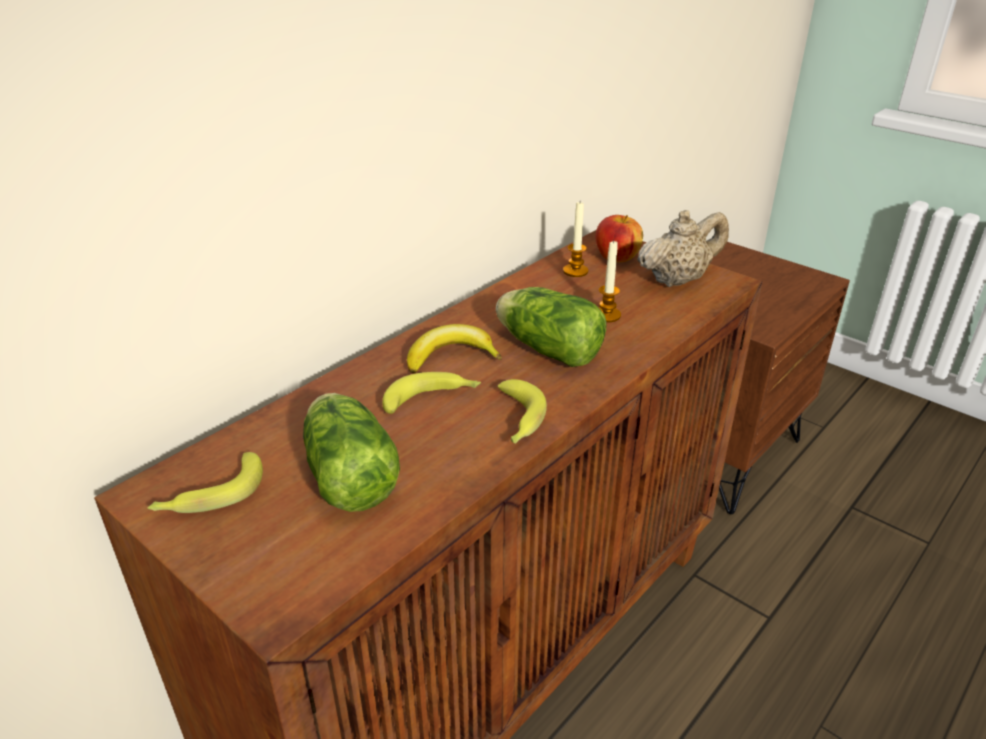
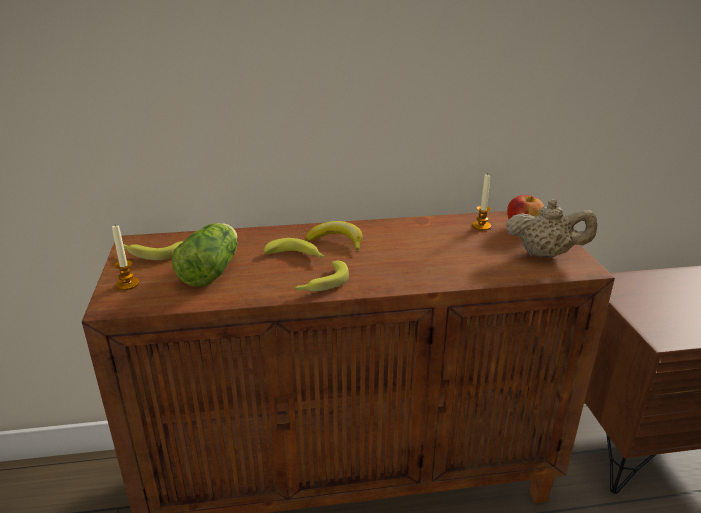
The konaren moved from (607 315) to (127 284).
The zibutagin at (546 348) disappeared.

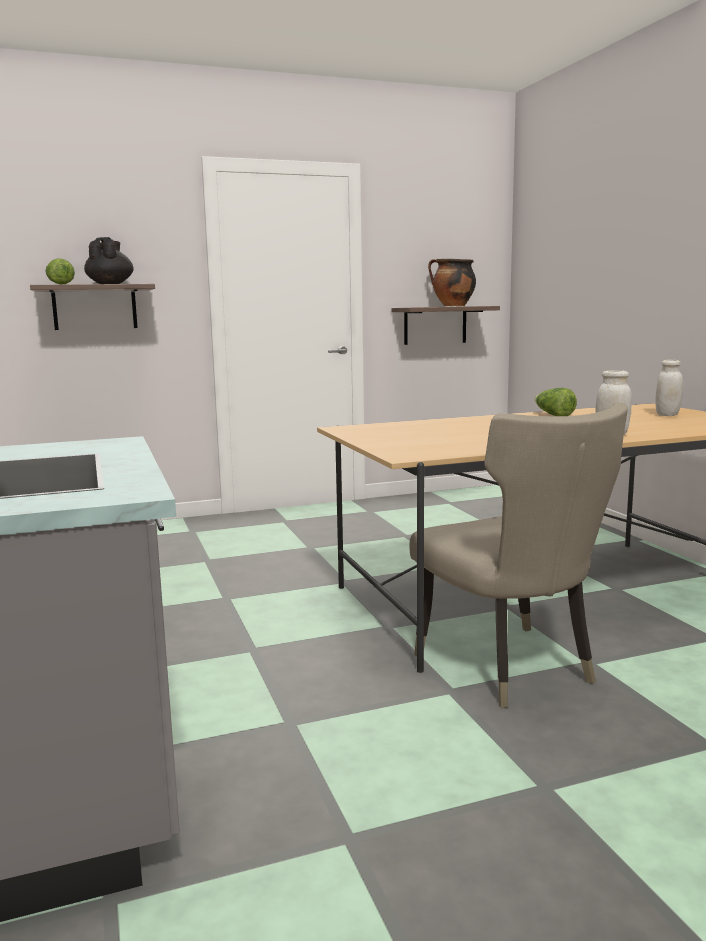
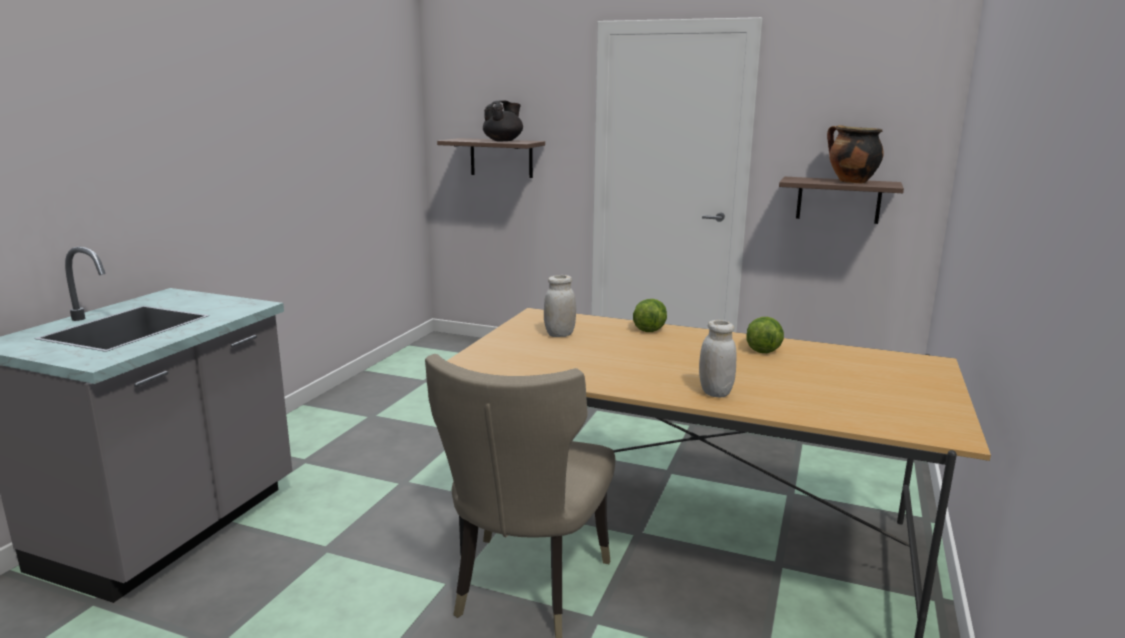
The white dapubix moved from (667 415) to (559 334).
The zibutagin moved from (60 284) to (649 327).

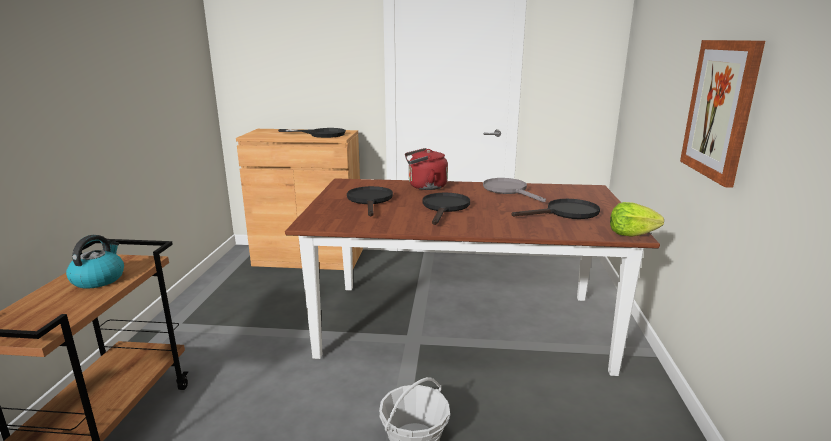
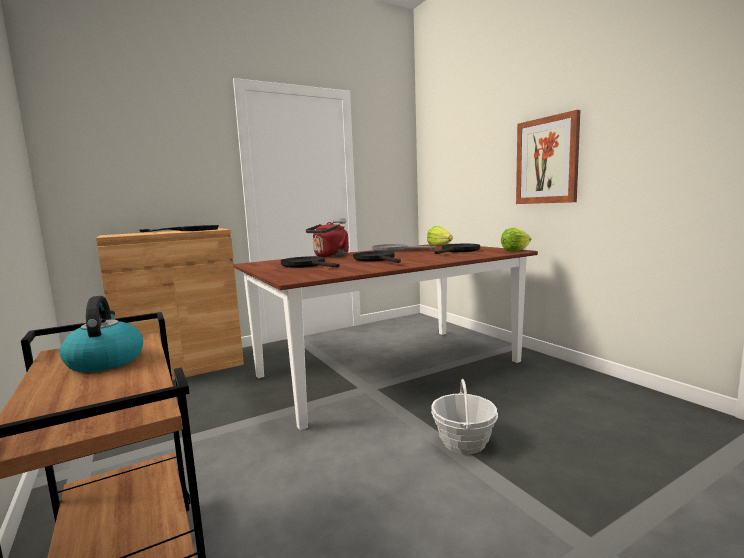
The zibutagin at (439 246) appeared.

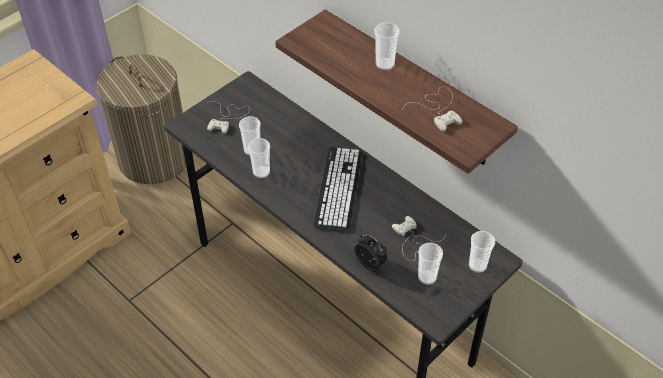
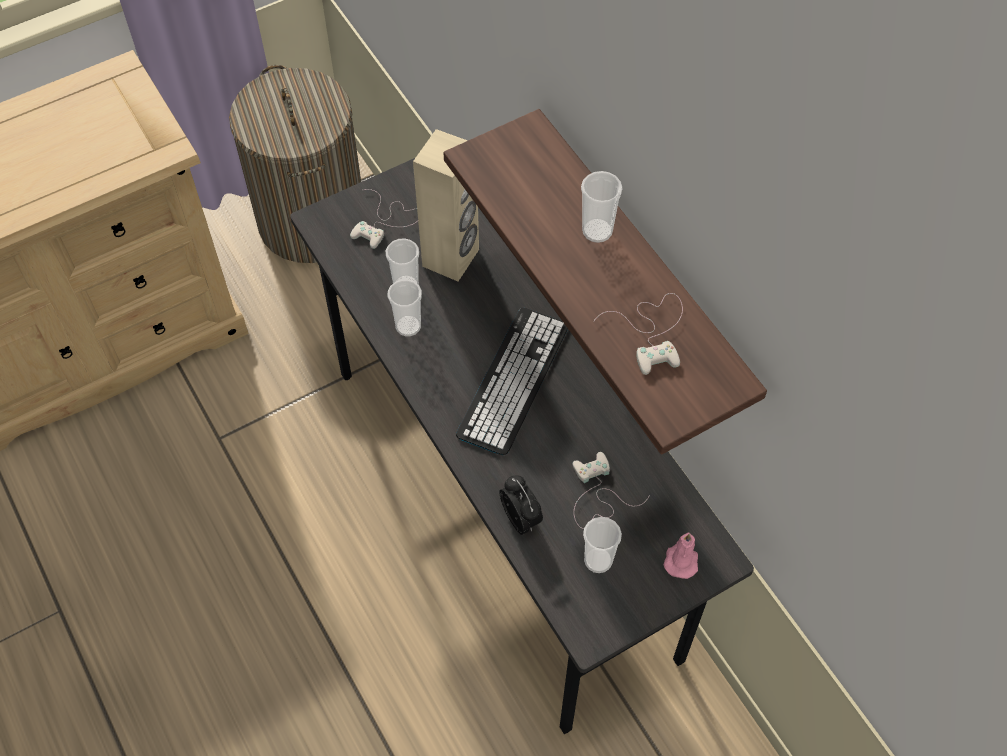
The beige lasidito at (451 258) appeared.
The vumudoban at (477 265) was replaced by the pink konaren at (681 559).

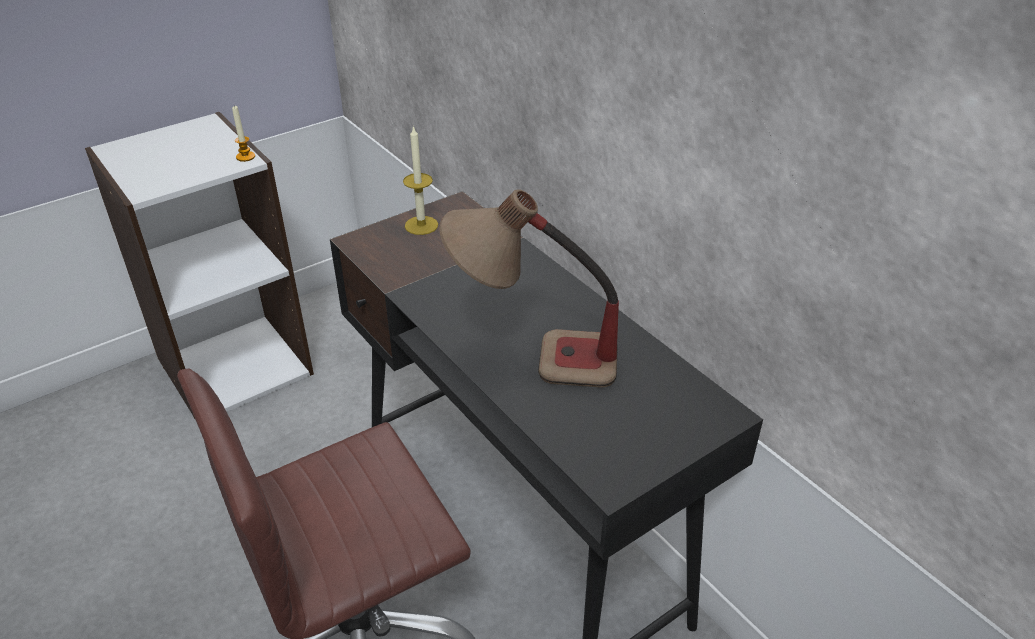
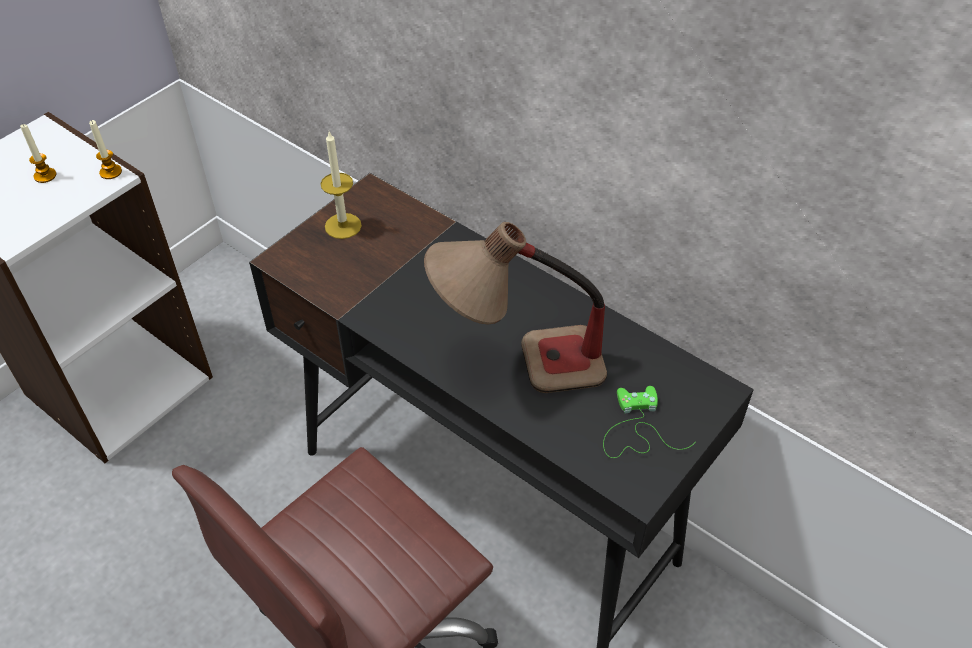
The konaren at (45 175) appeared.
The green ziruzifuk at (636 429) appeared.

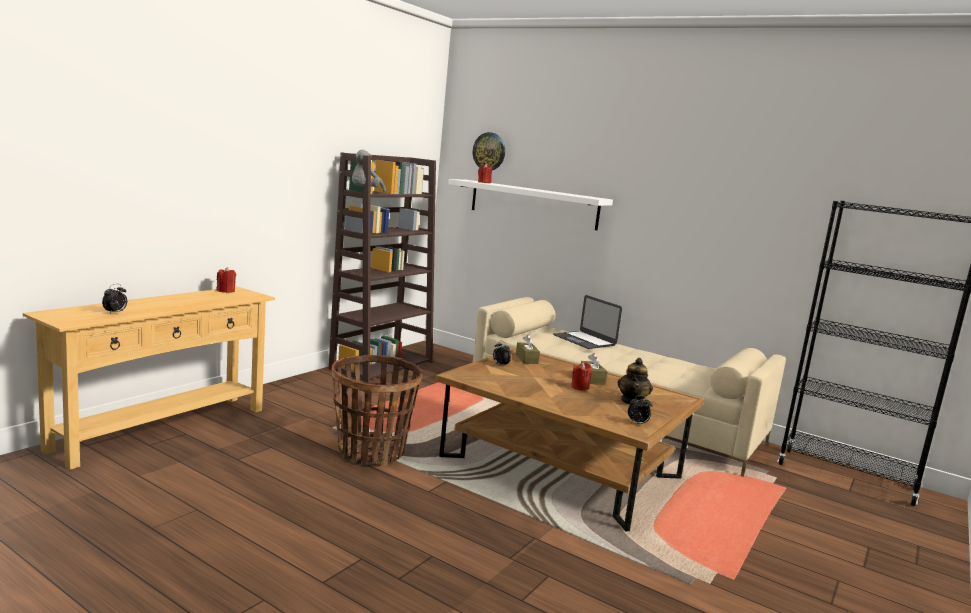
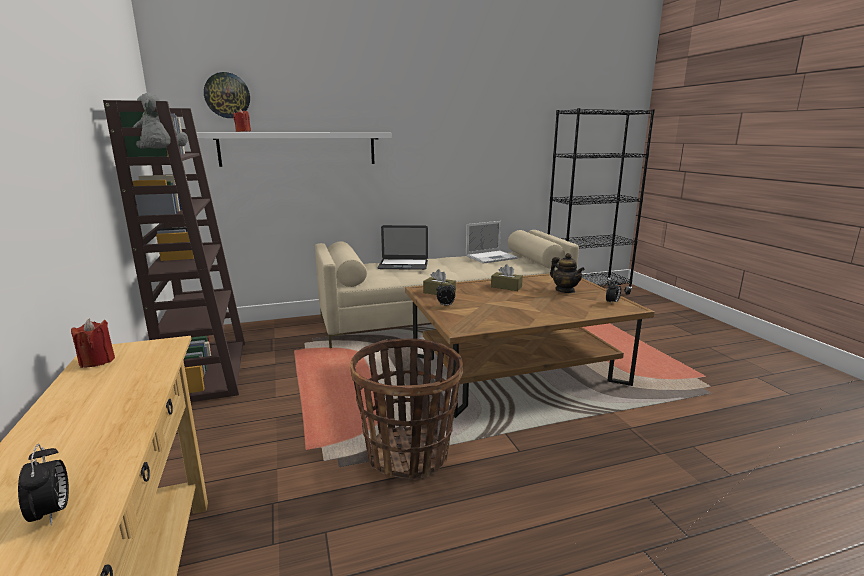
The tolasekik at (492 257) appeared.
The red konaren at (580 387) disappeared.

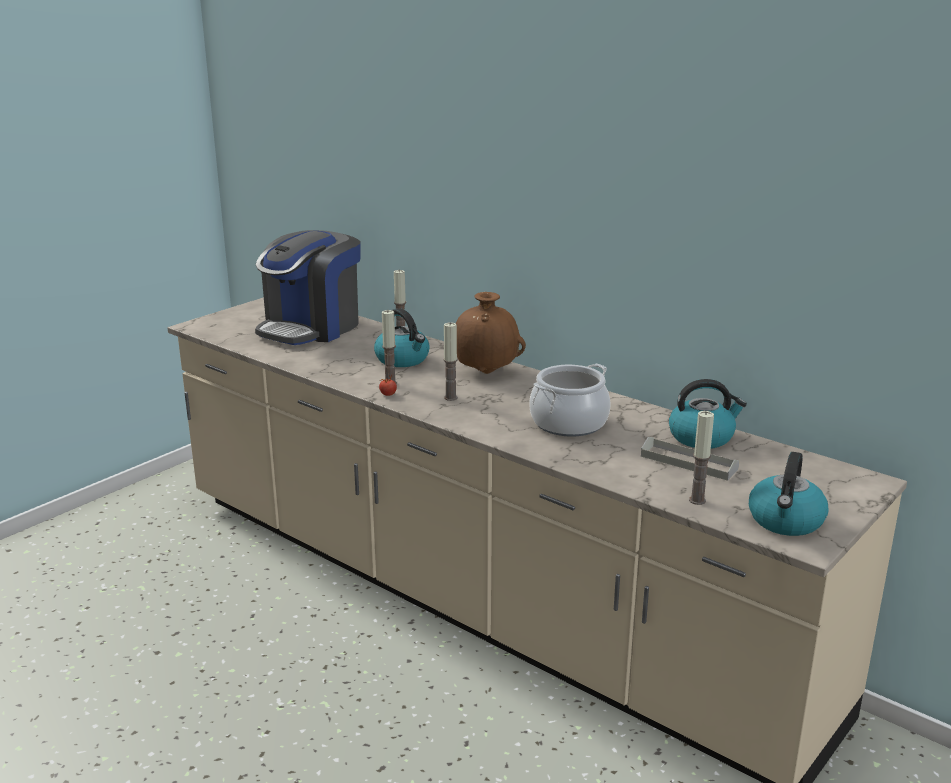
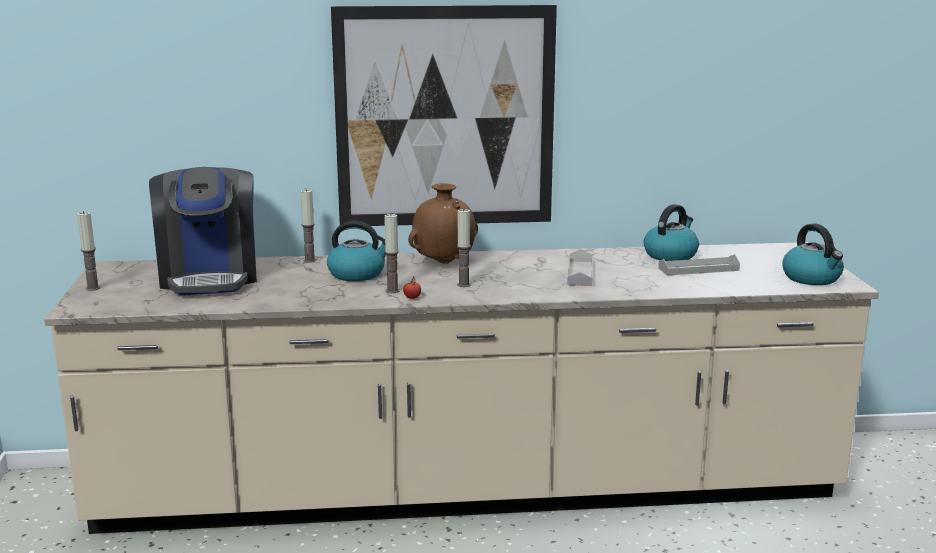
The konaren moved from (697 500) to (93 288).
The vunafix at (445 118) appeared.
The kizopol at (568 423) was replaced by the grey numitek at (580 273).

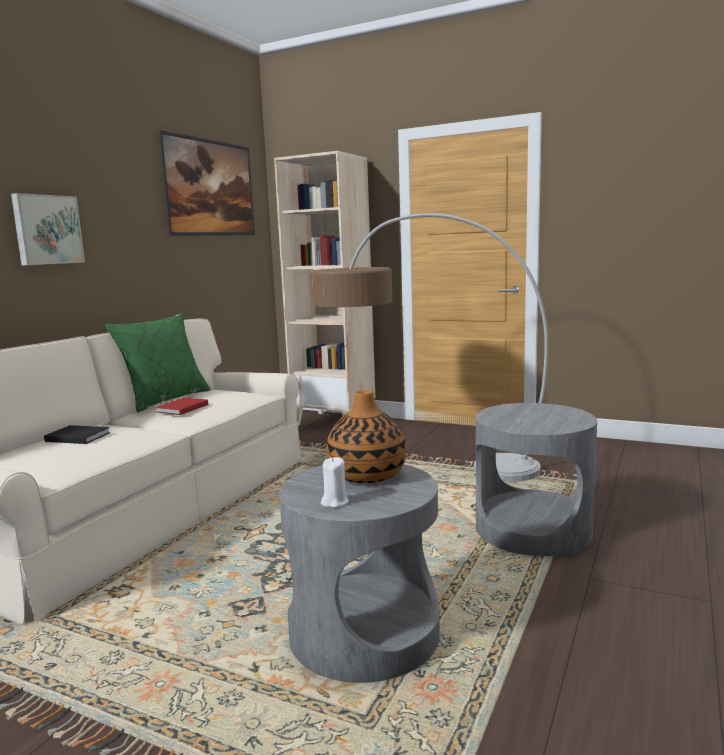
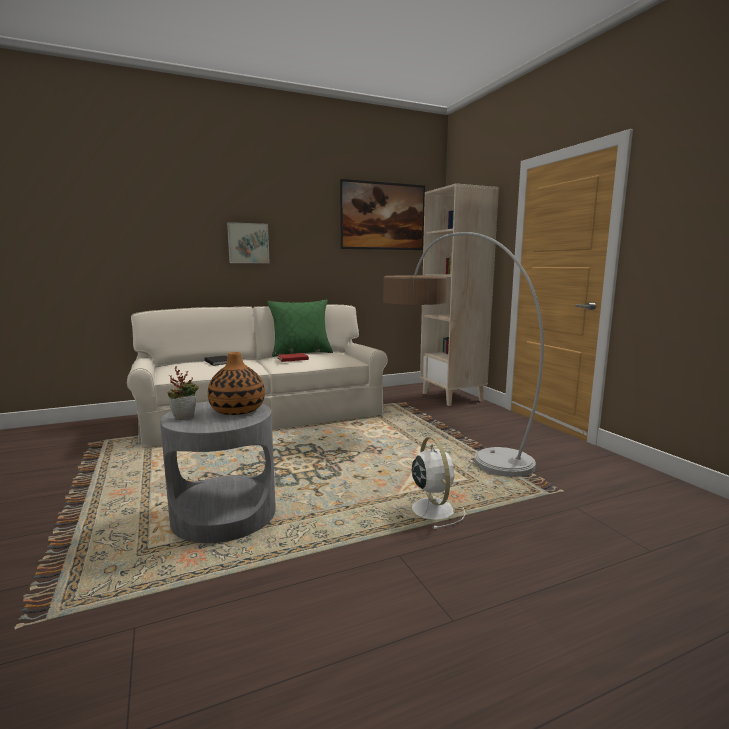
The white konaren at (334 502) was replaced by the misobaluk at (185 417).
The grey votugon at (532 530) was replaced by the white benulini at (431 508).

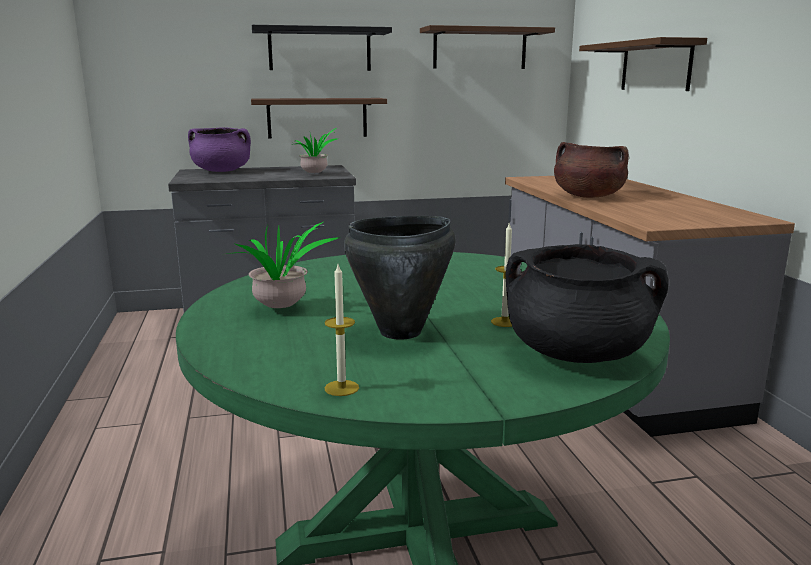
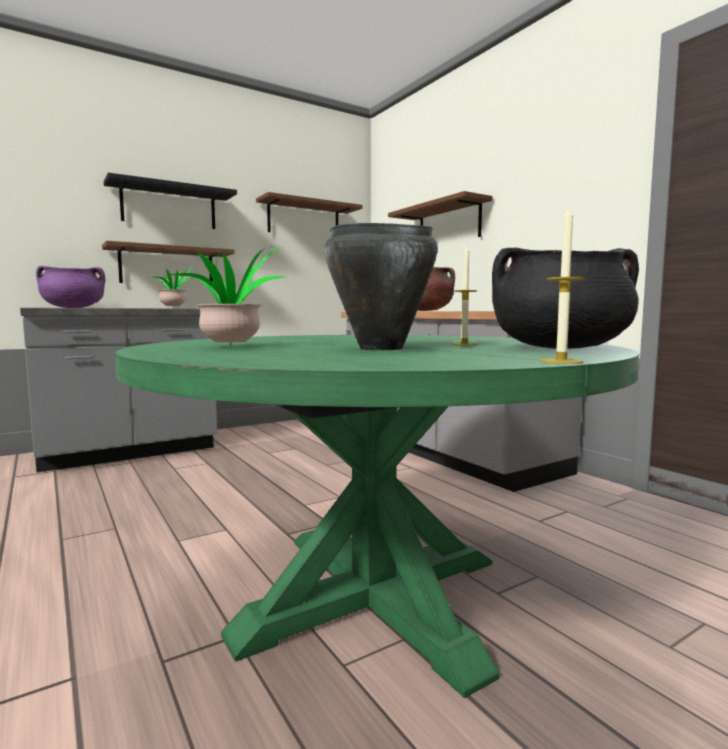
The konaren moved from (341 388) to (561 361).

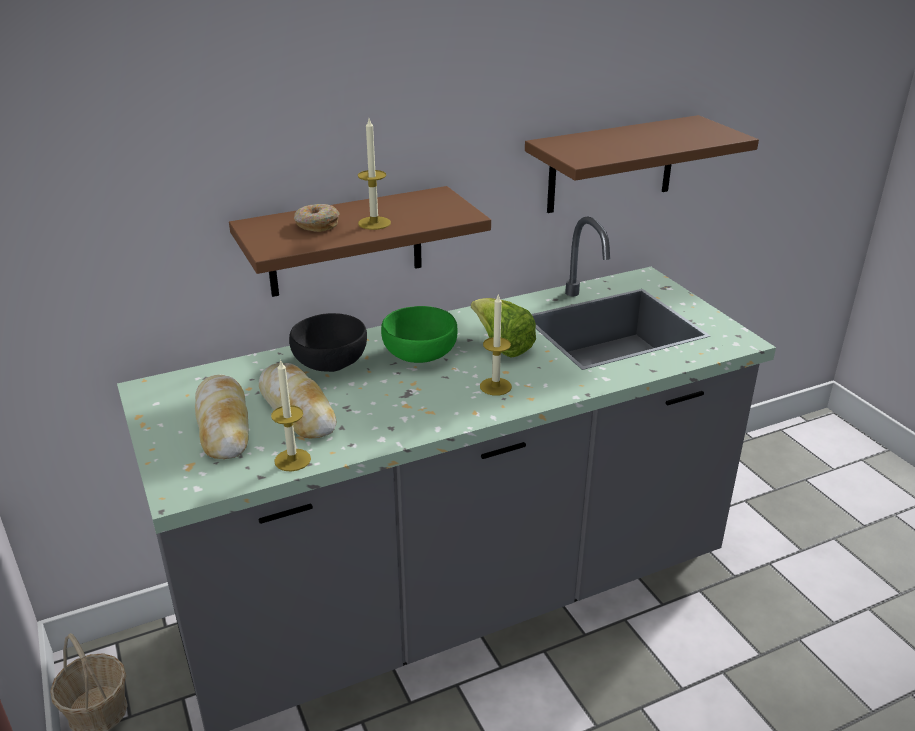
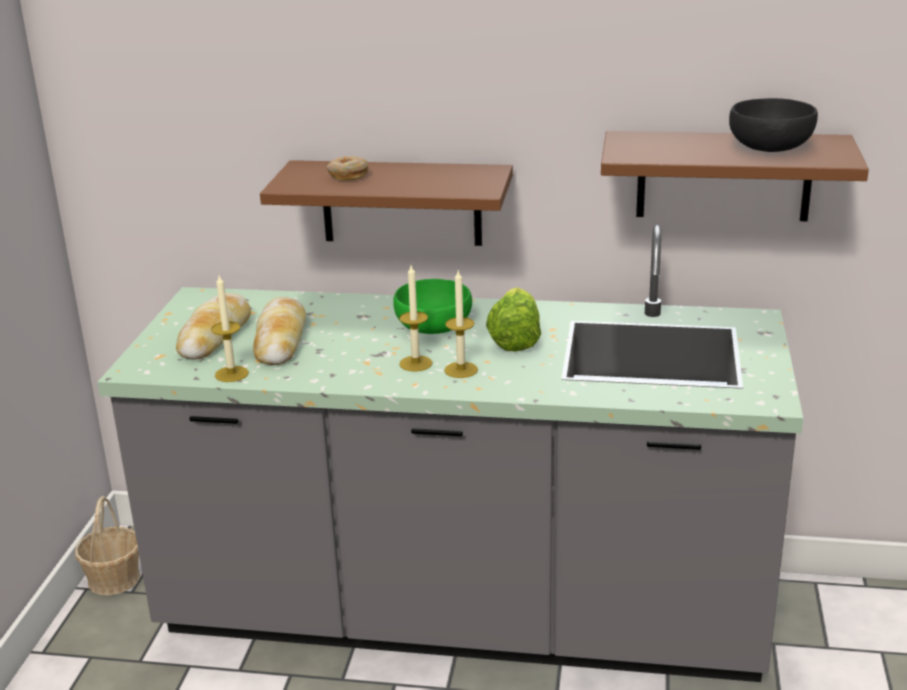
The konaren moved from (374 223) to (415 363).
The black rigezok moved from (331 360) to (771 146).

